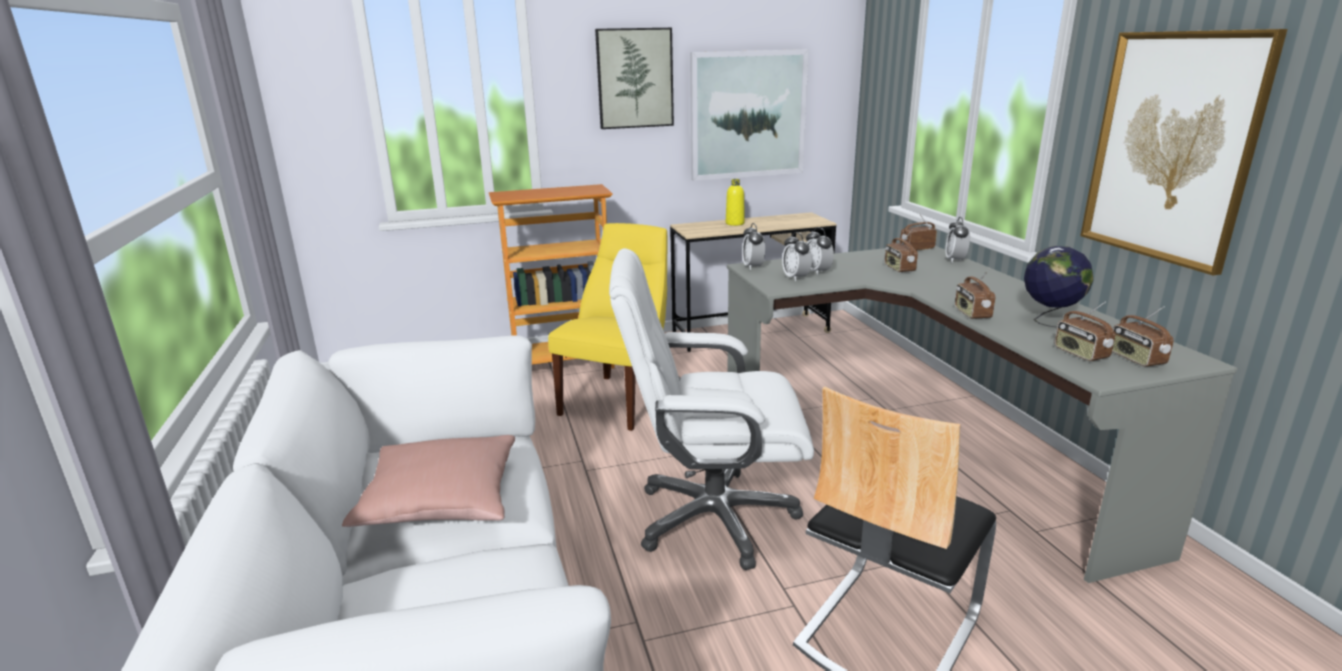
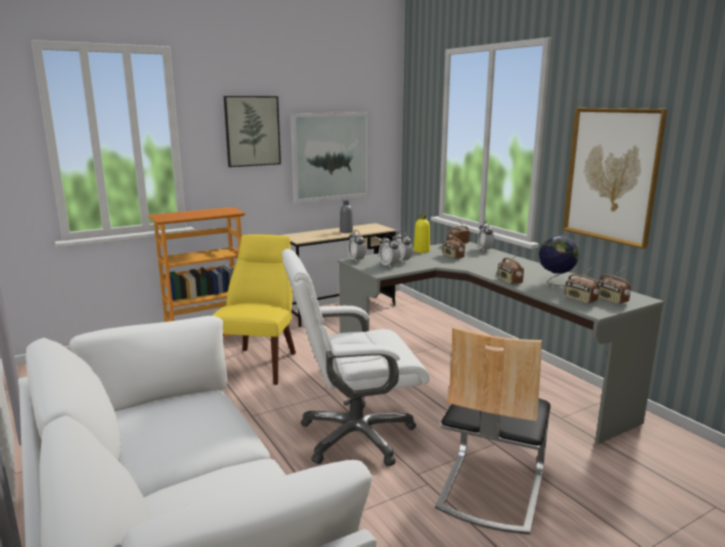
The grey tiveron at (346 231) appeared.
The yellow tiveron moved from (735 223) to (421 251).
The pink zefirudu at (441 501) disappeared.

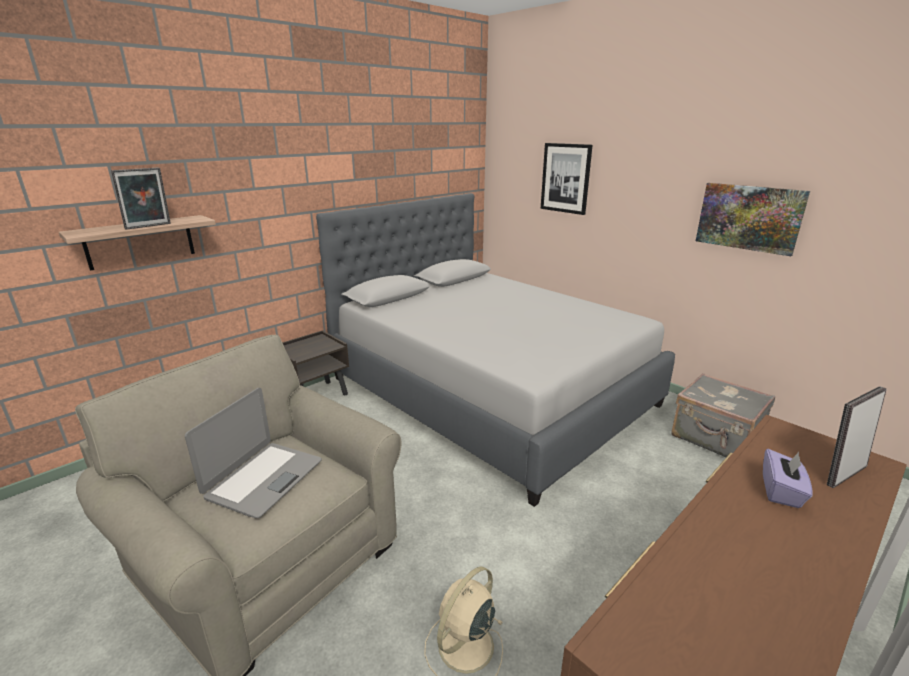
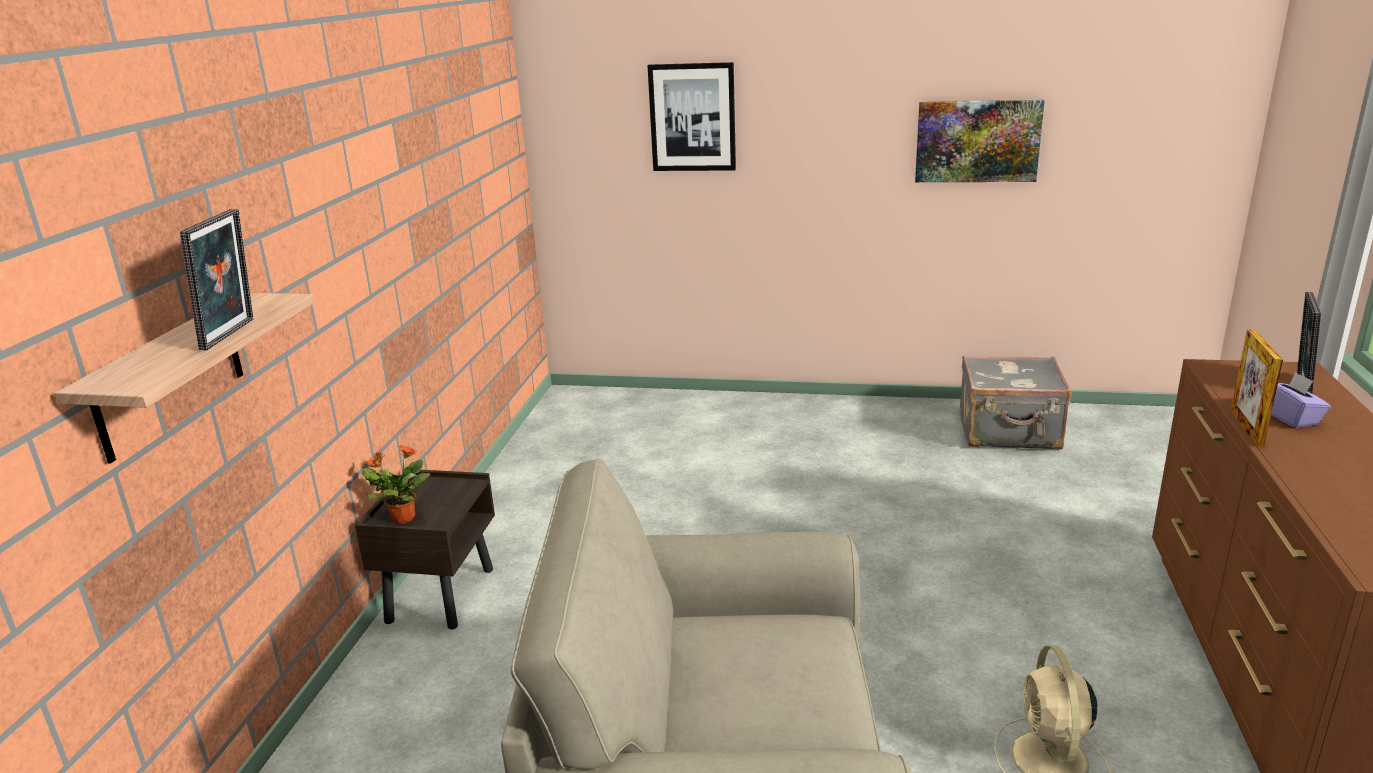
The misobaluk at (402 518) appeared.
The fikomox at (1246 427) appeared.
The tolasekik at (263 479) disappeared.
The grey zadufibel at (490 391) disappeared.

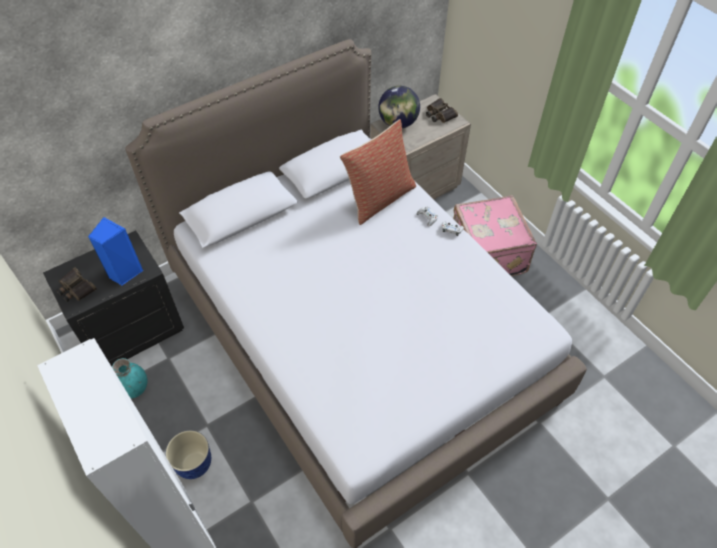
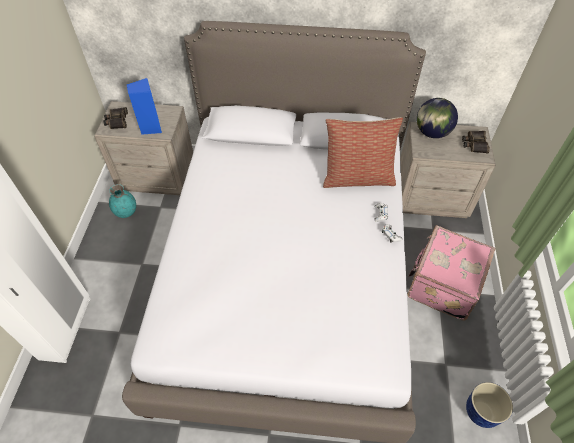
The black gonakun at (131 330) became the beige gonakun at (158 176).
The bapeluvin moved from (195 464) to (481 412).

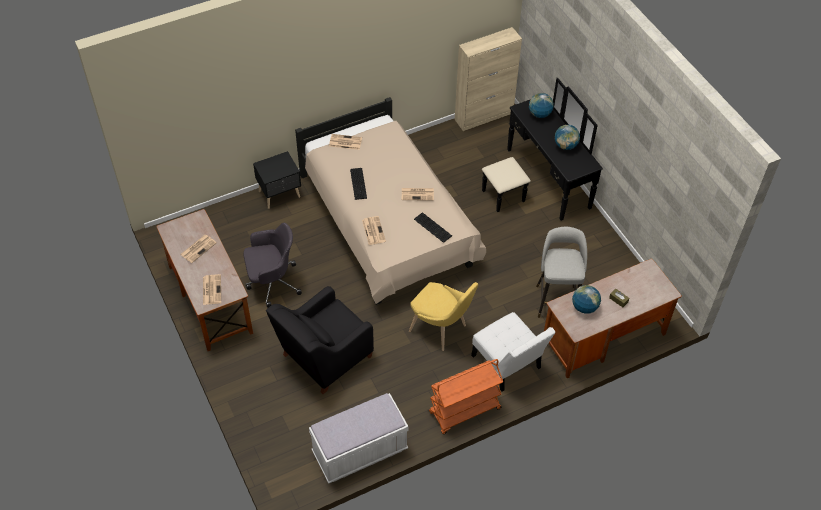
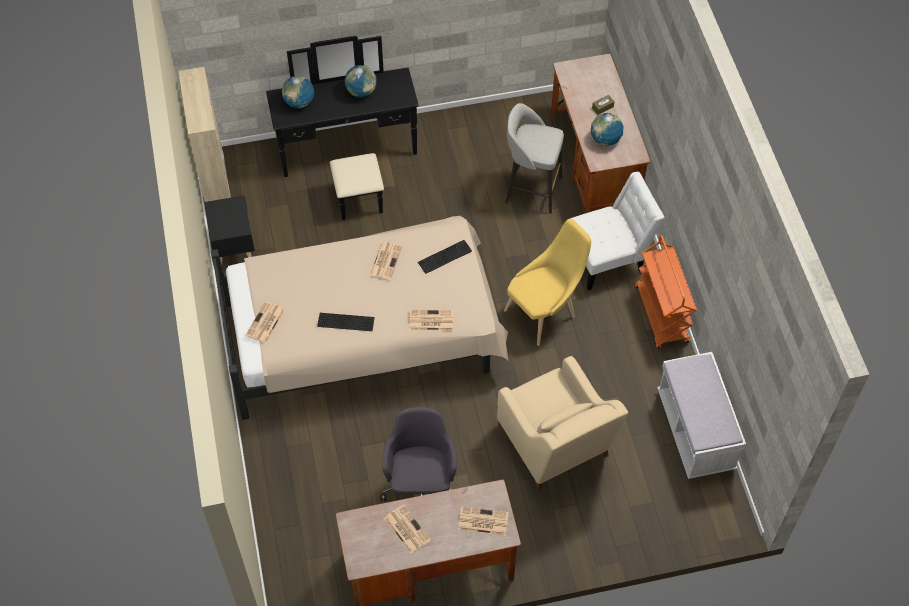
The black gonakun moved from (280 194) to (235 249).
The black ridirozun at (324 358) became the beige ridirozun at (555 445).

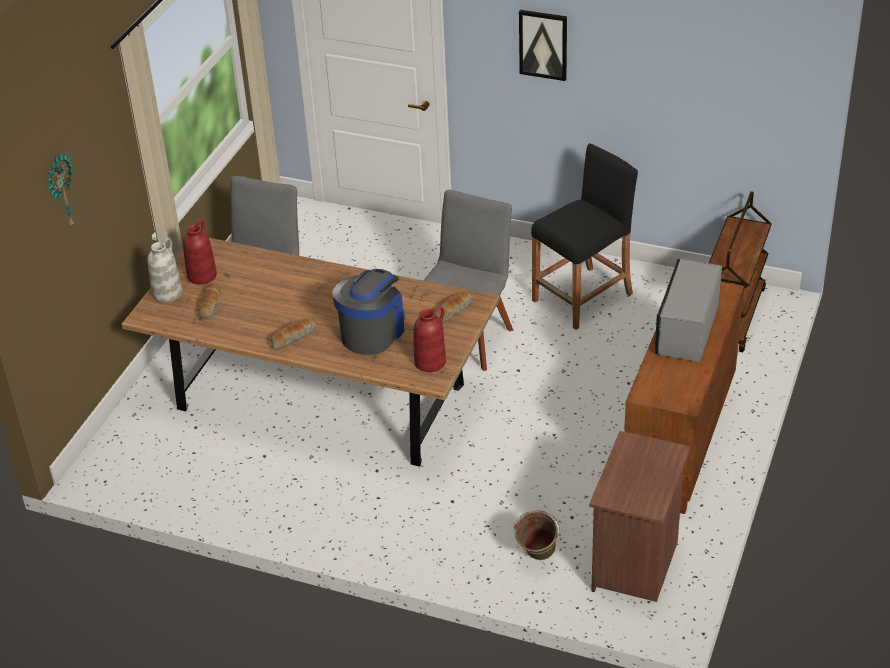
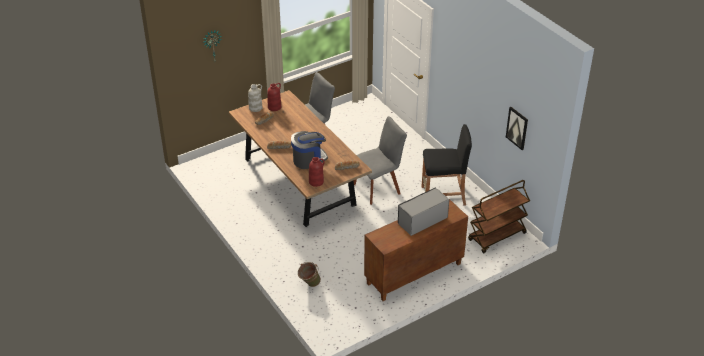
The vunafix moved from (543 44) to (517 128).
The brown gonakun at (636 565) disappeared.

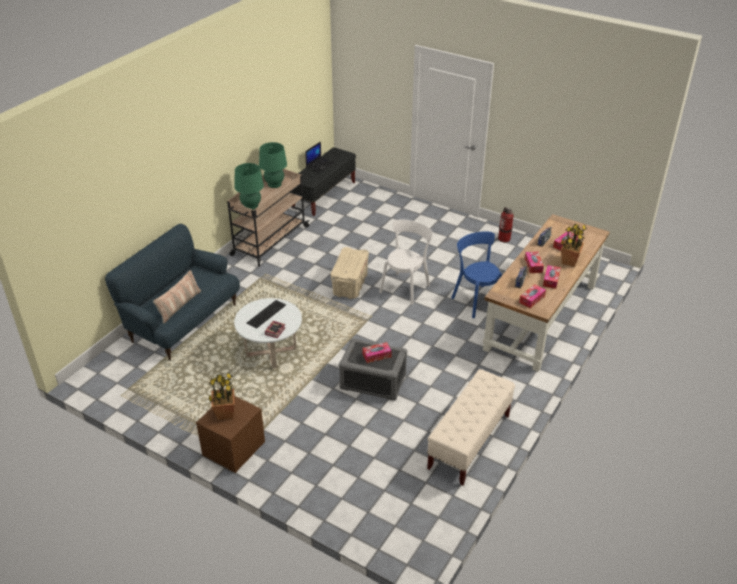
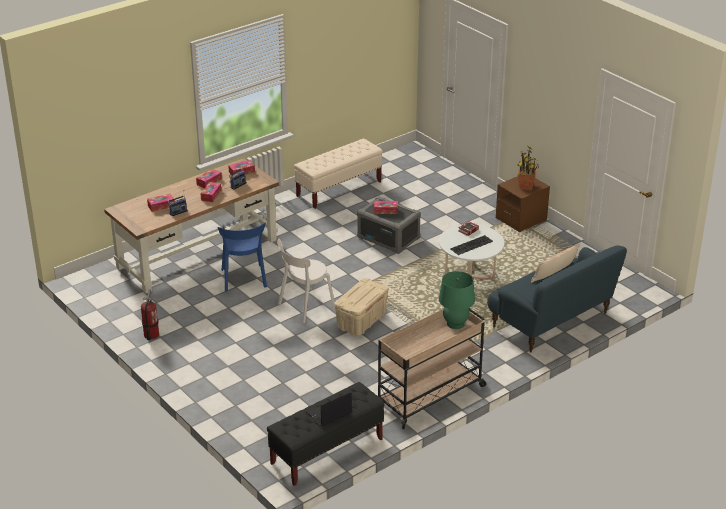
The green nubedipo at (274 184) disappeared.
The misobaluk at (569 261) disappeared.

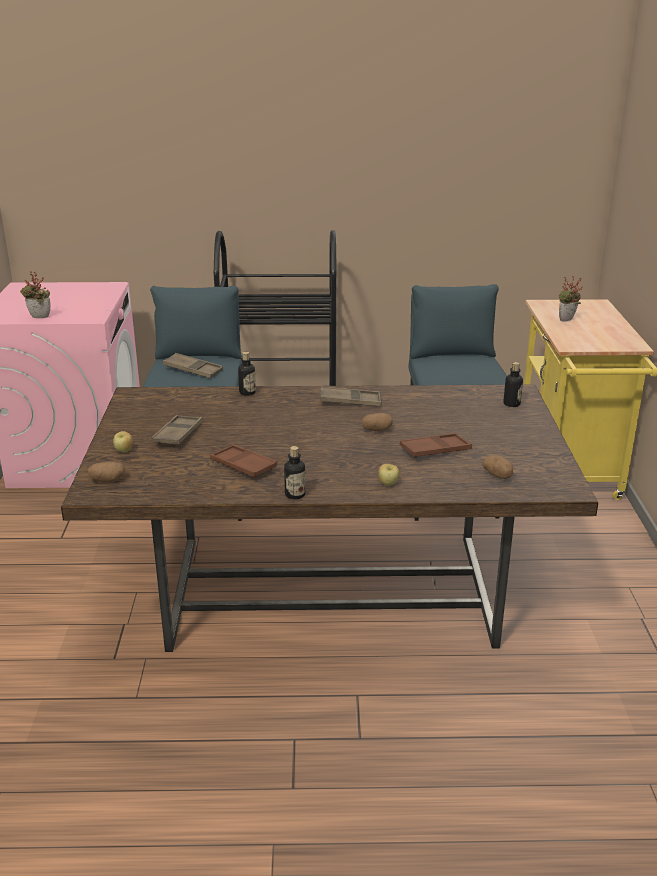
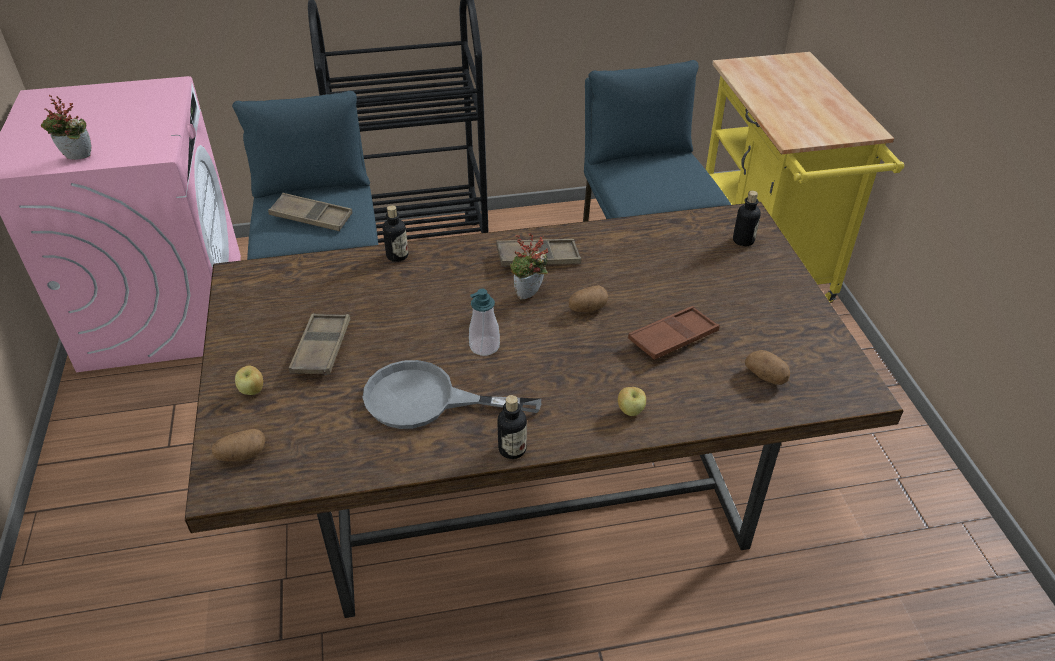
The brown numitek at (243 465) was replaced by the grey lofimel at (427 400).
The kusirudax at (484 346) appeared.
The misobaluk moved from (567 320) to (529 296).

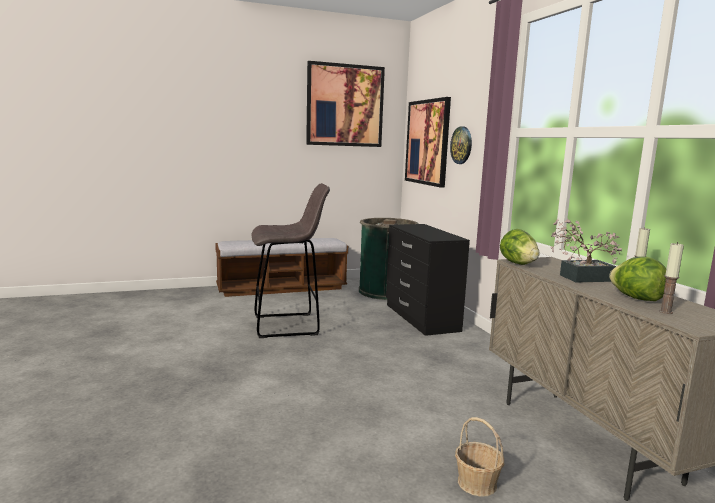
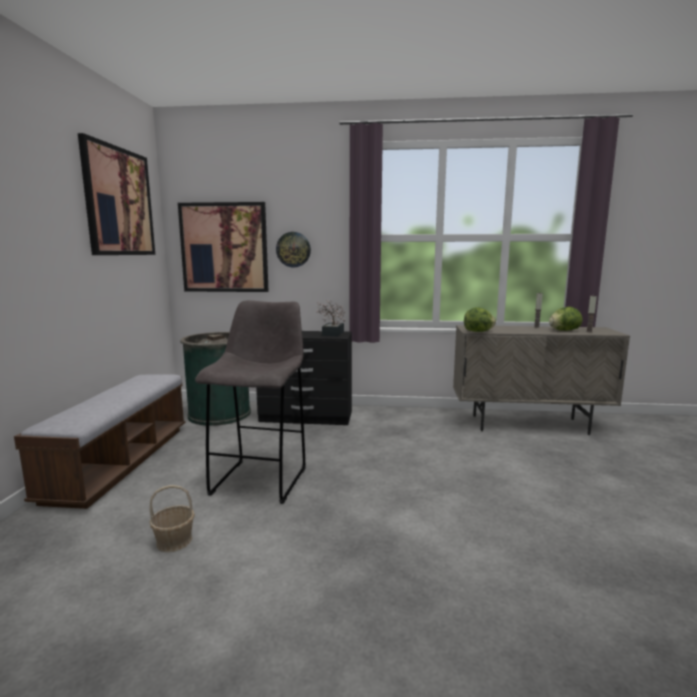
The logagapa moved from (477 483) to (174 541).
The misobaluk moved from (580 278) to (331 334).

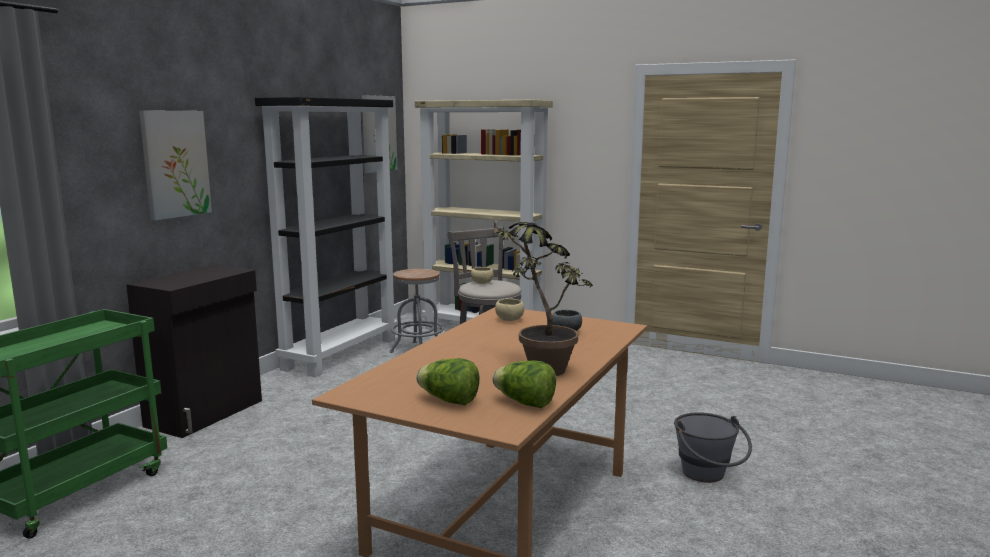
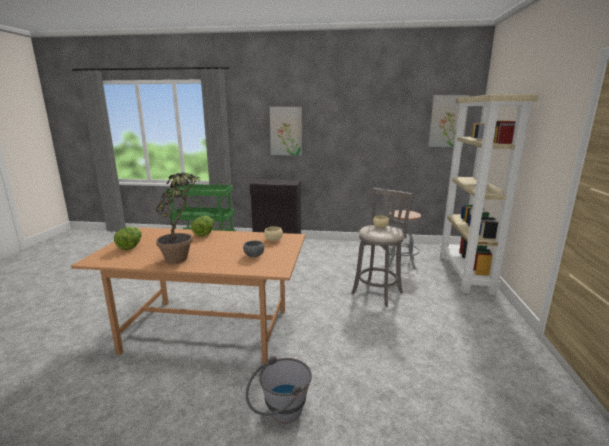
The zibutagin moved from (525 403) to (204 233).
The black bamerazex at (340 353) disappeared.

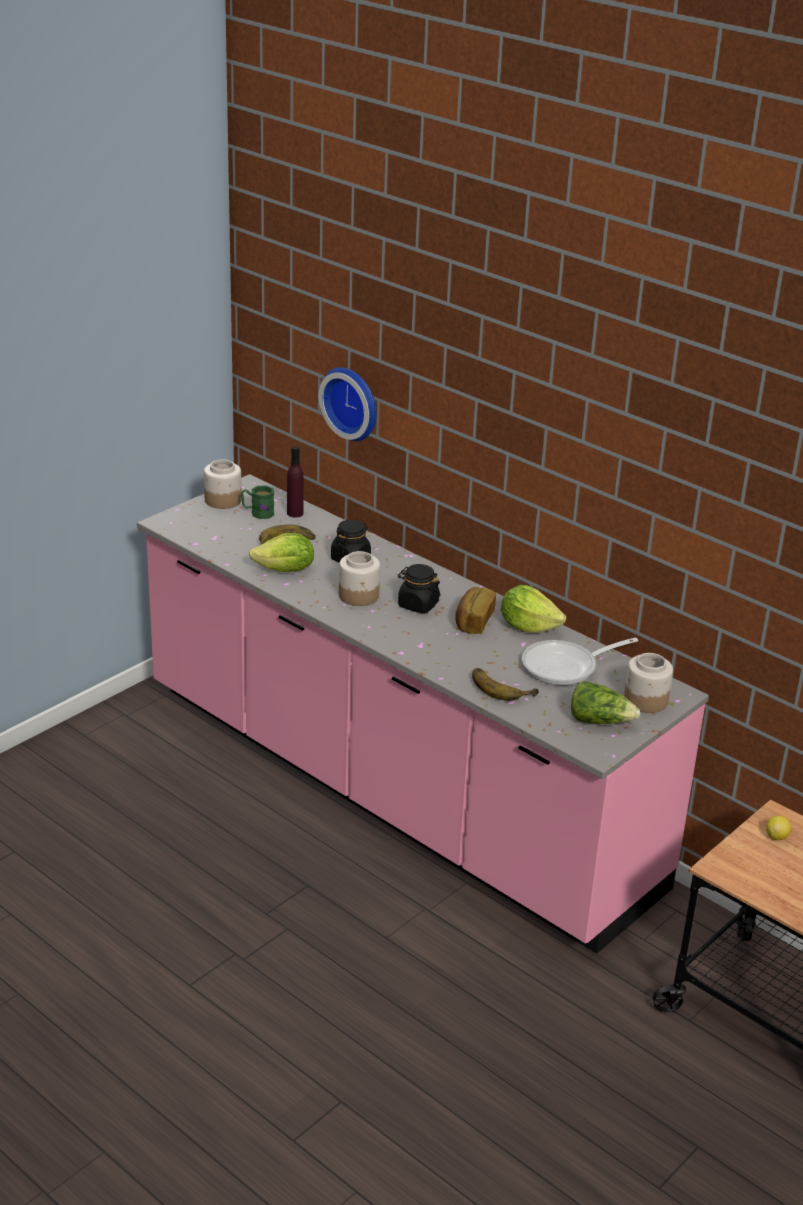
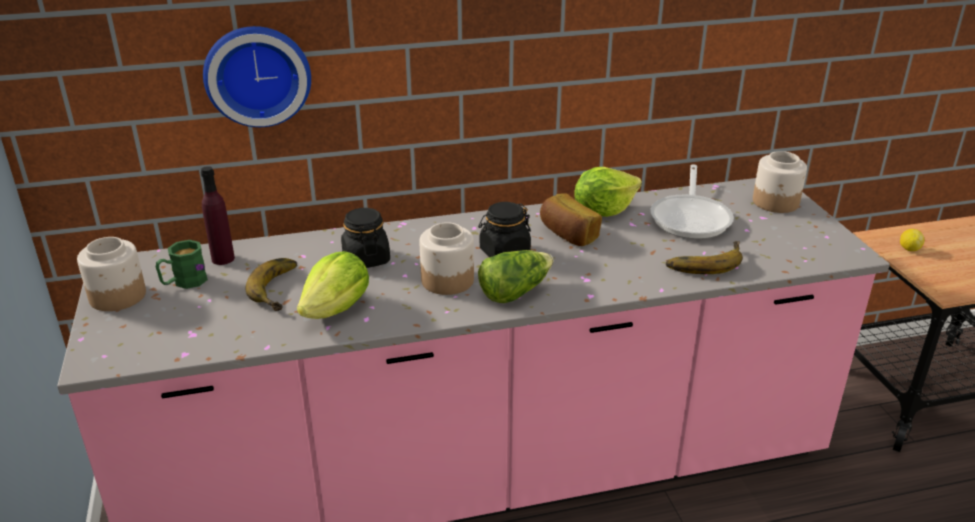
The zibutagin moved from (599 720) to (514 291).

